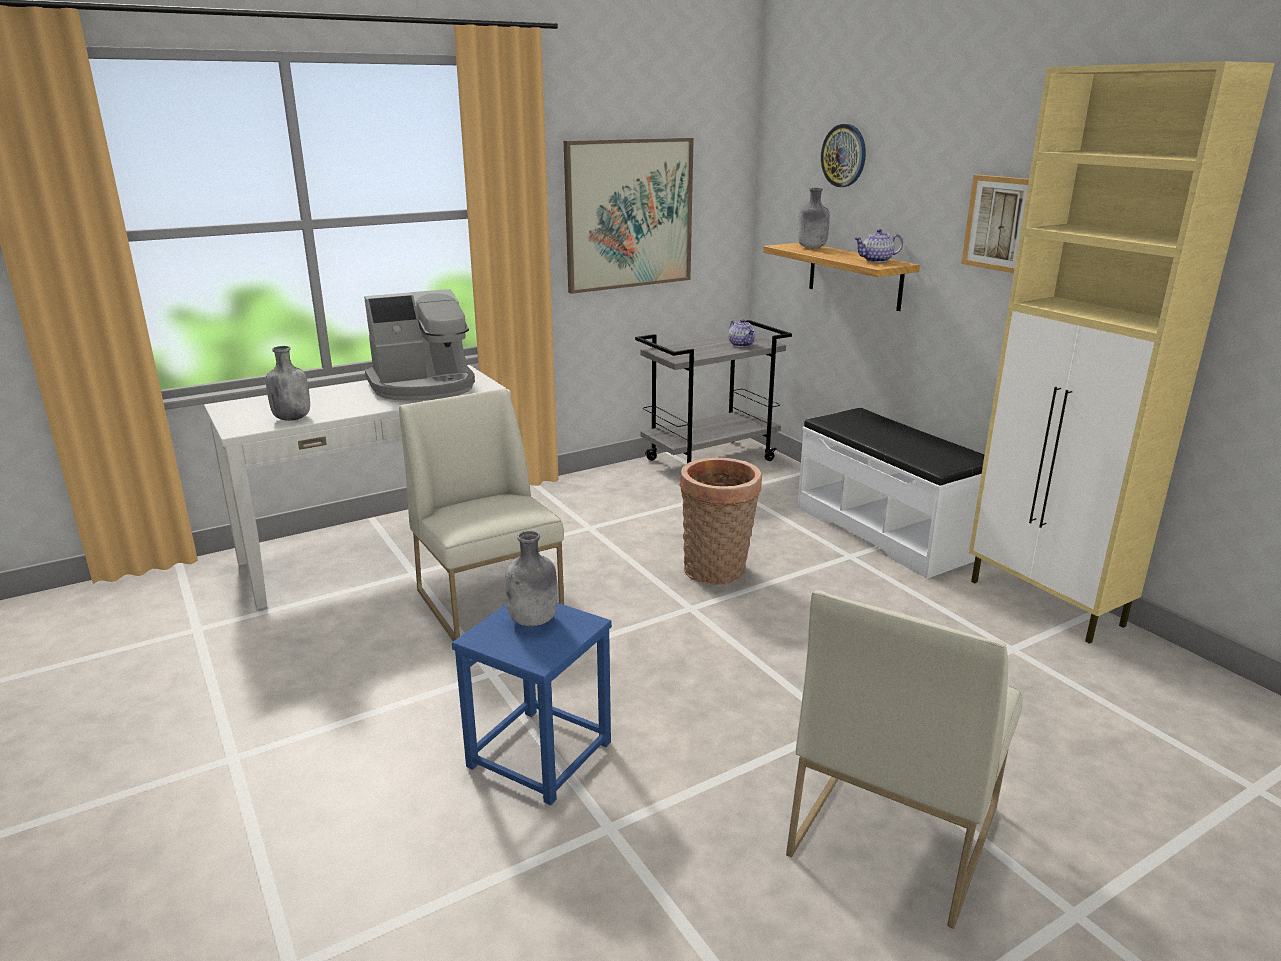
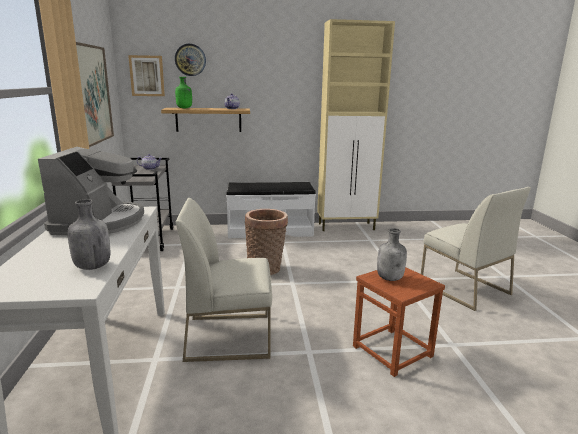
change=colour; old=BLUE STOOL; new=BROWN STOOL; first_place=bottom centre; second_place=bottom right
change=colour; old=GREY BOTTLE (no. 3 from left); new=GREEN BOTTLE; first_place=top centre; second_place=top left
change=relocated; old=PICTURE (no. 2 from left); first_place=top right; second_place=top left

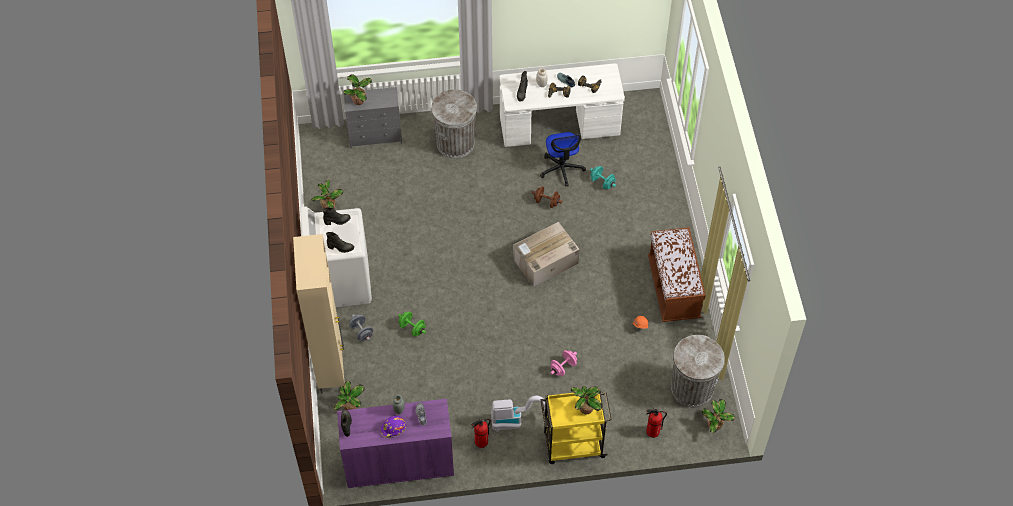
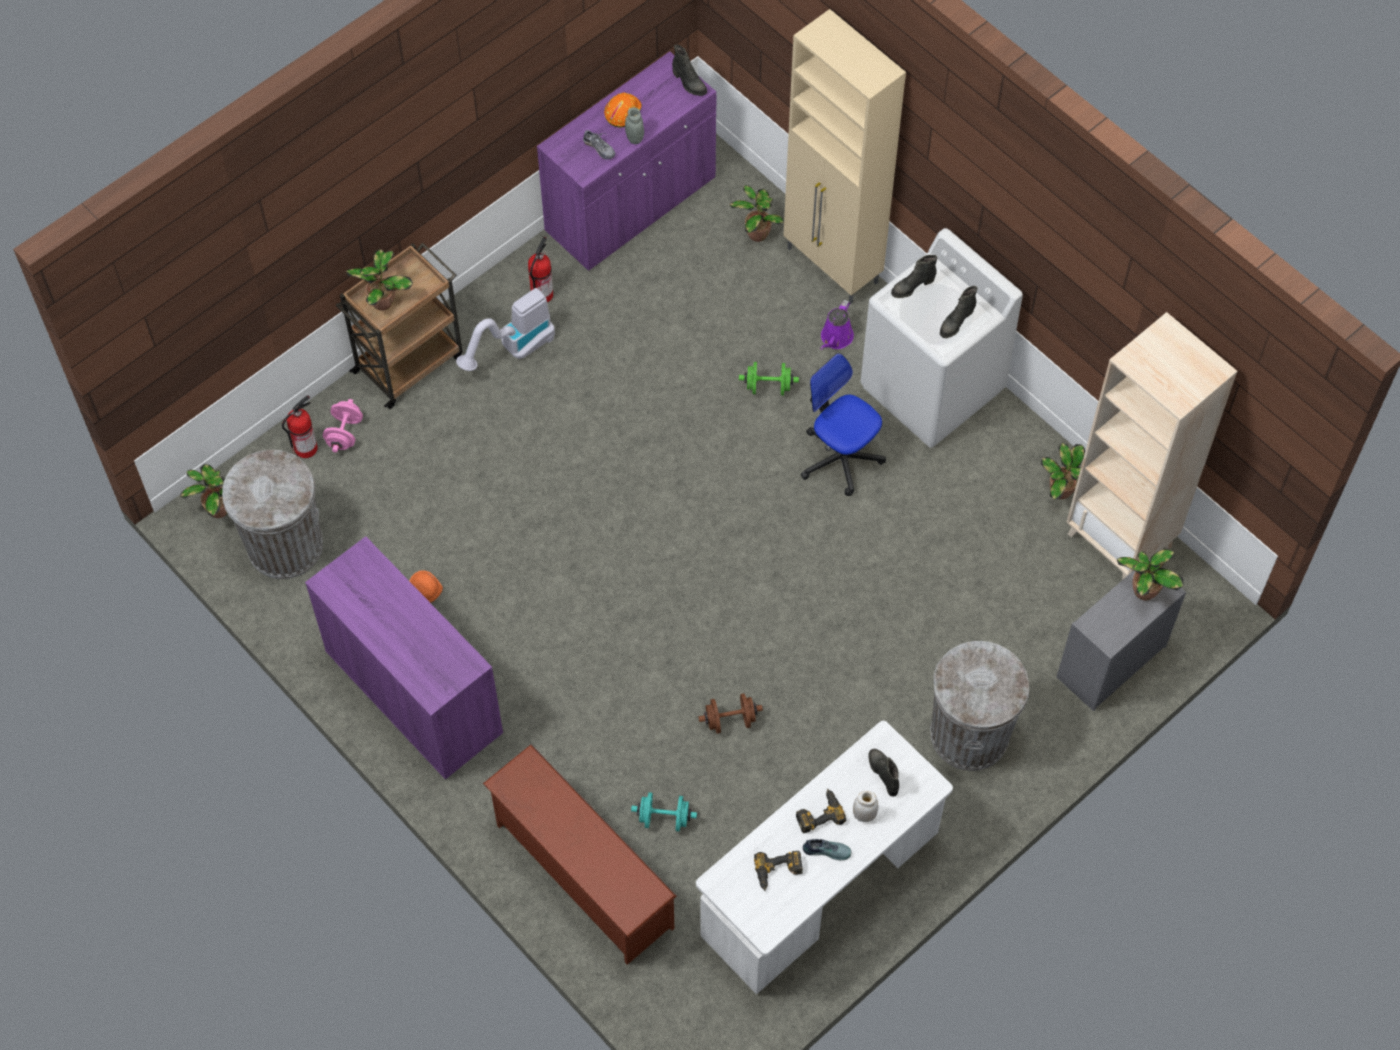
change=exchanged; old=GREY DUMBBELL; new=PURPLE WATERING CAN; first_place=centre; second_place=top centre
change=colour; old=PURPLE HARD HAT; new=ORANGE HARD HAT (no. 2 from left); first_place=bottom centre; second_place=top centre
change=missing; old=CARDBOARD BOX; first_place=centre
change=relocated; old=OFFICE CHAIR; first_place=top centre; second_place=centre
change=colour; old=YELLOW CART; new=BROWN CART; first_place=bottom centre; second_place=top left
change=relocated; old=PINK DUMBBELL; first_place=bottom centre; second_place=middle left
change=exchanged; old=BROWN BENCH; new=PURPLE CABINET (no. 1 from left); first_place=middle right; second_place=middle left
change=appeared; new=BROWN SHOE RACK; second_place=bottom centre
change=appeared; new=BEIGE BOOKCASE; second_place=middle right

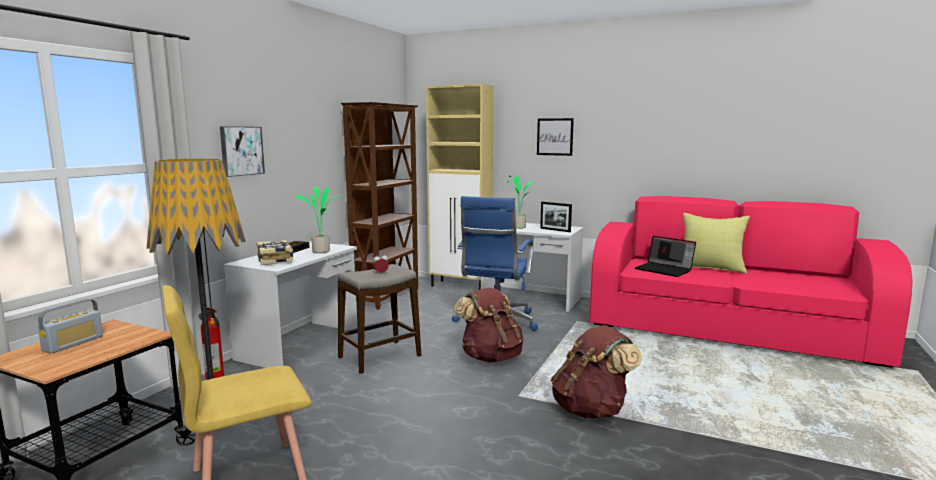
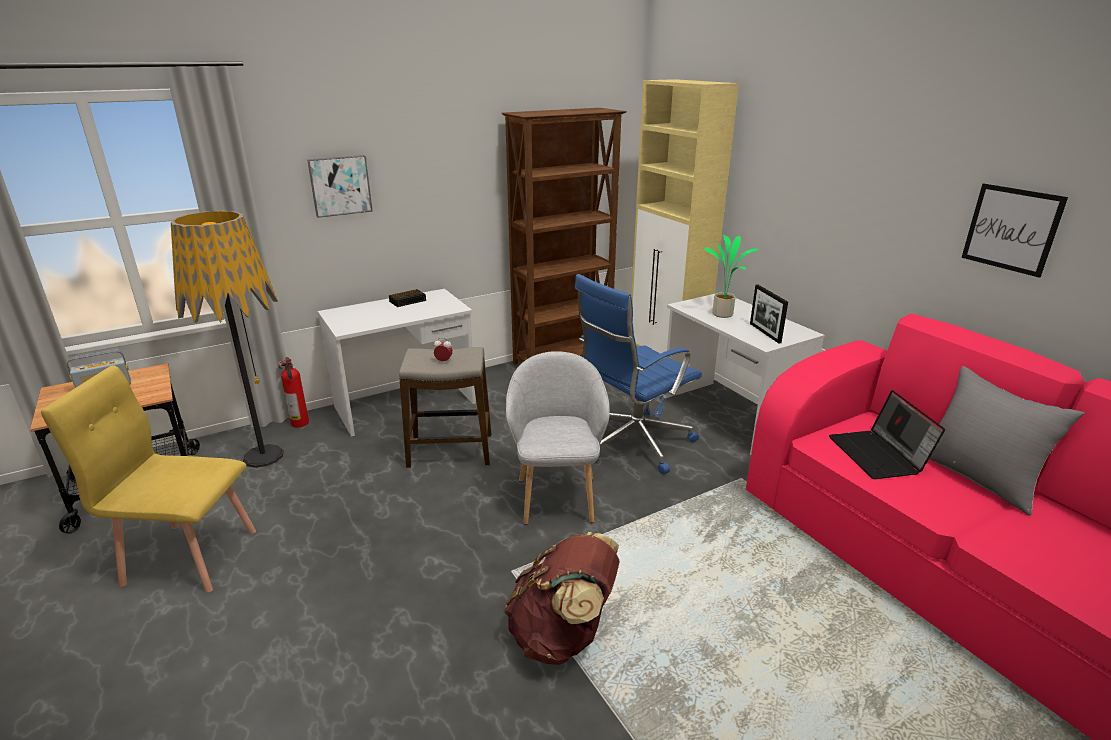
change=missing; old=BOOK; first_place=middle left
change=missing; old=POTTED PLANT (no. 1 from left); first_place=centre
change=exchanged; old=BROWN BACKPACK (no. 1 from left); new=GREY ARMCHAIR; first_place=bottom centre; second_place=centre
change=relocated; old=PICTURE (no. 2 from left); first_place=top centre; second_place=top right
change=colour; old=YELLOW PILLOW; new=GREY PILLOW; first_place=middle right; second_place=middle right

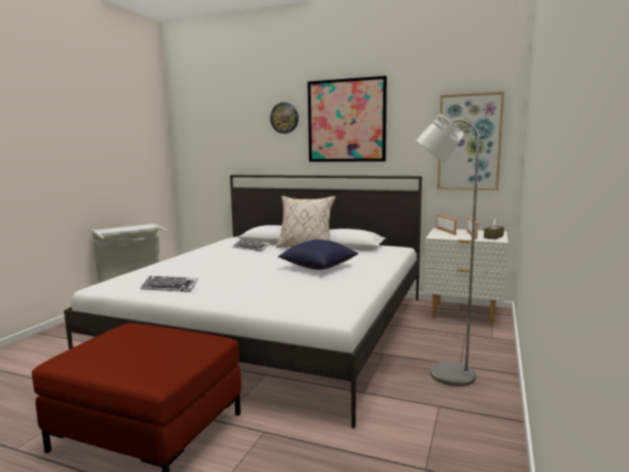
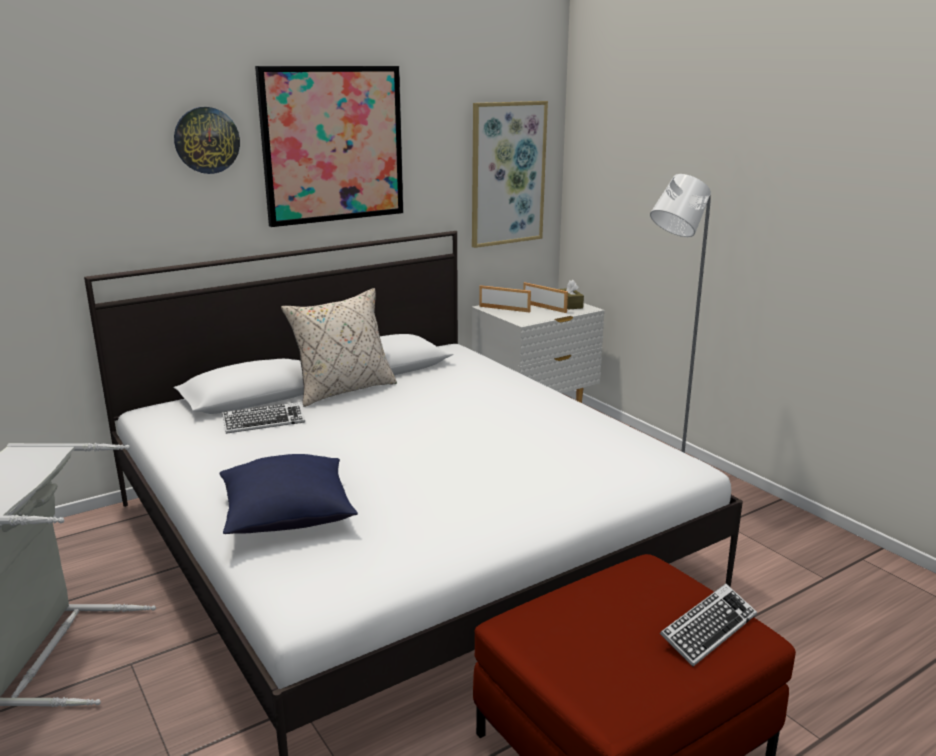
change=relocated; old=KEYBOARD (no. 1 from left in the first image); new=KEYBOARD (no. 2 from left); first_place=middle left; second_place=bottom right
change=relocated; old=BLUE PILLOW; first_place=centre; second_place=middle left

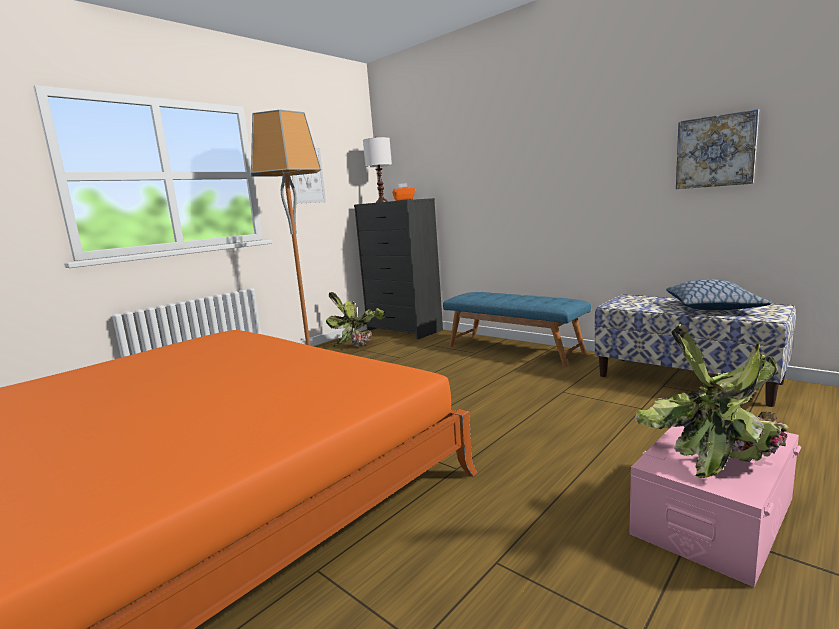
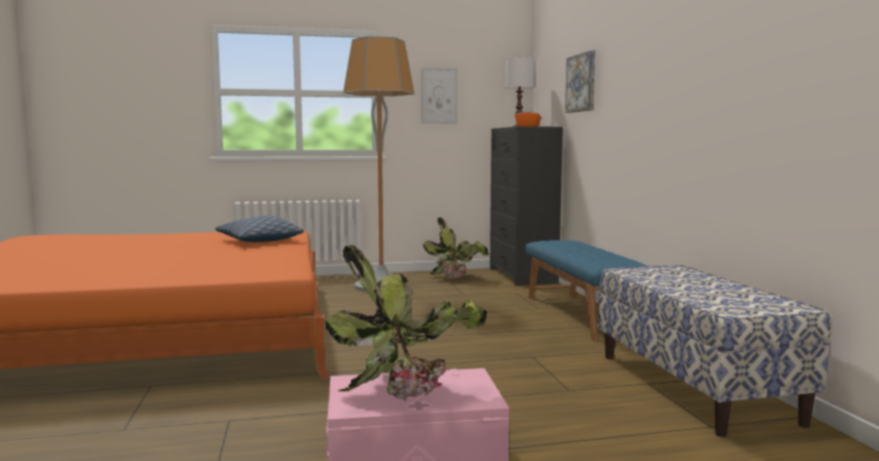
change=relocated; old=PILLOW; first_place=middle right; second_place=middle left
change=relocated; old=PICTURE (no. 2 from left); first_place=top right; second_place=top centre

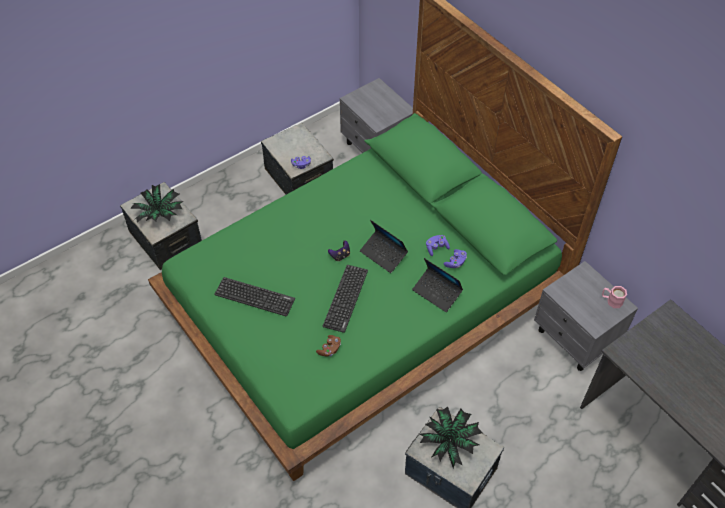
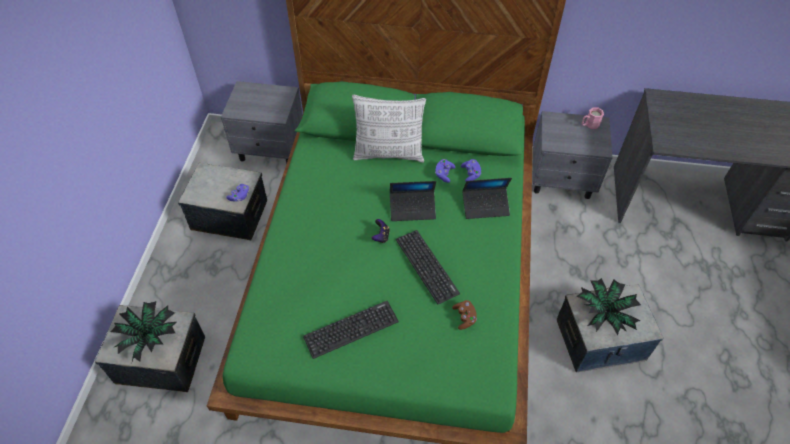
change=appeared; new=PILLOW; second_place=top centre

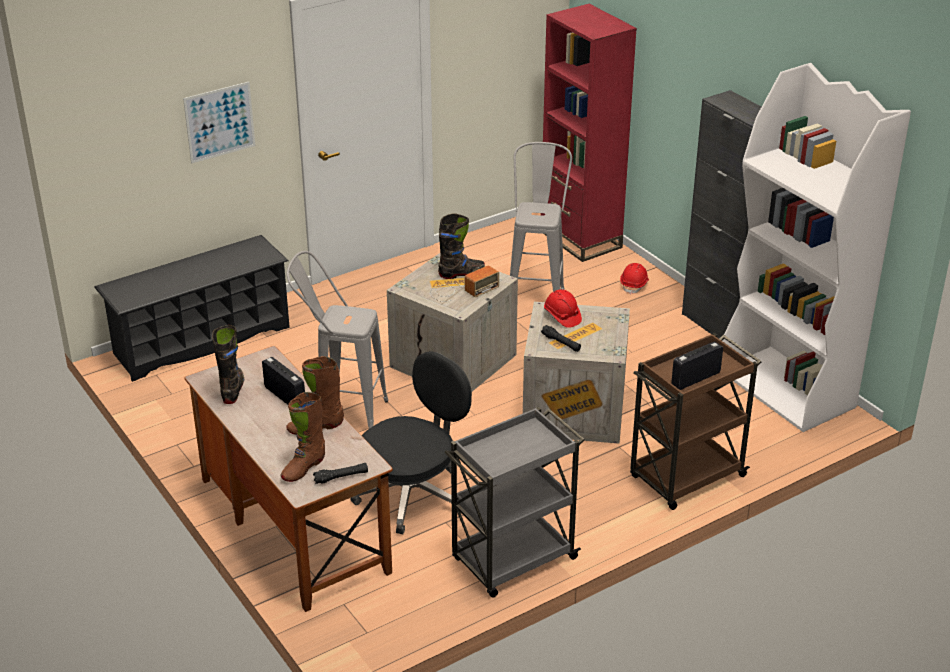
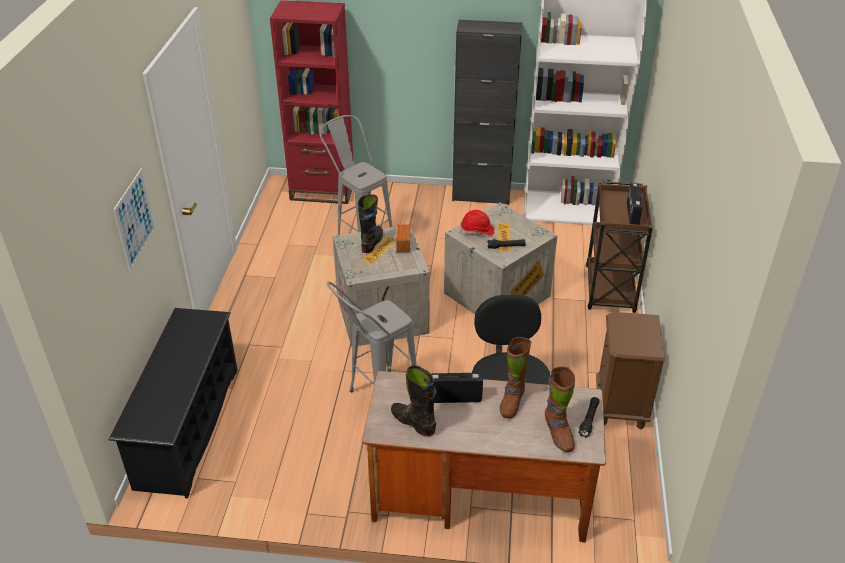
change=exchanged; old=GREY CART; new=BROWN NIGHTSTAND; first_place=bottom centre; second_place=middle right
change=missing; old=RED HARD HAT (no. 2 from left); first_place=middle right

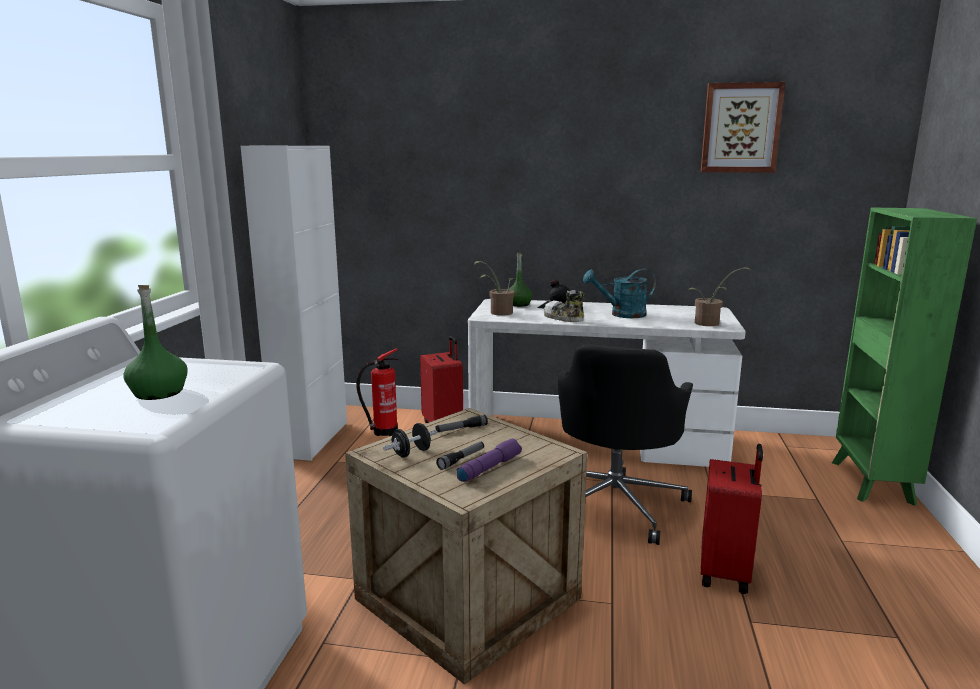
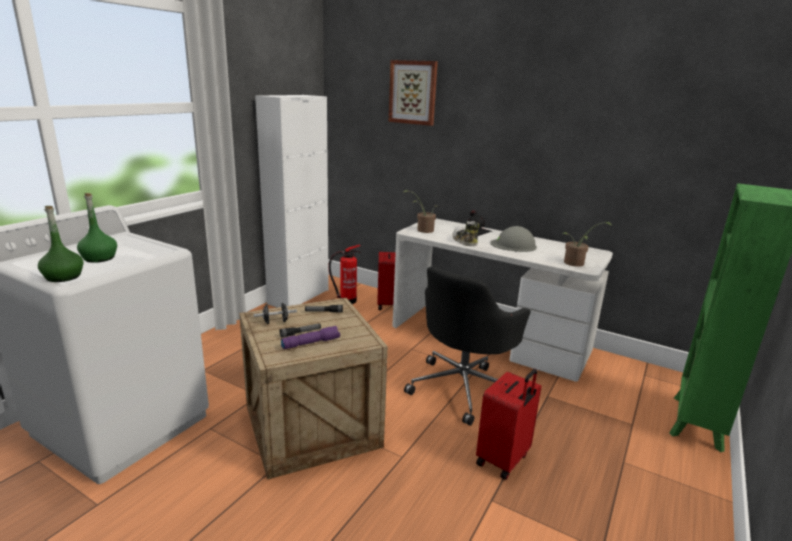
change=relocated; old=GREEN BOTTLE (no. 2 from left in the first image); new=GREEN BOTTLE (no. 1 from left); first_place=centre; second_place=middle left
change=exchanged; old=TURQUOISE WATERING CAN; new=GREY HARD HAT; first_place=centre; second_place=centre
change=relocated; old=PICTURE; first_place=top right; second_place=top centre

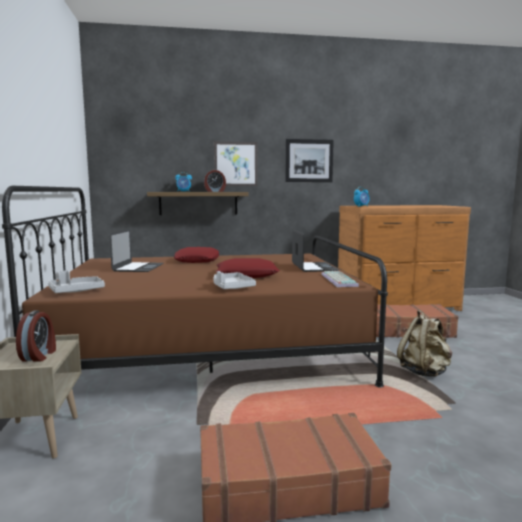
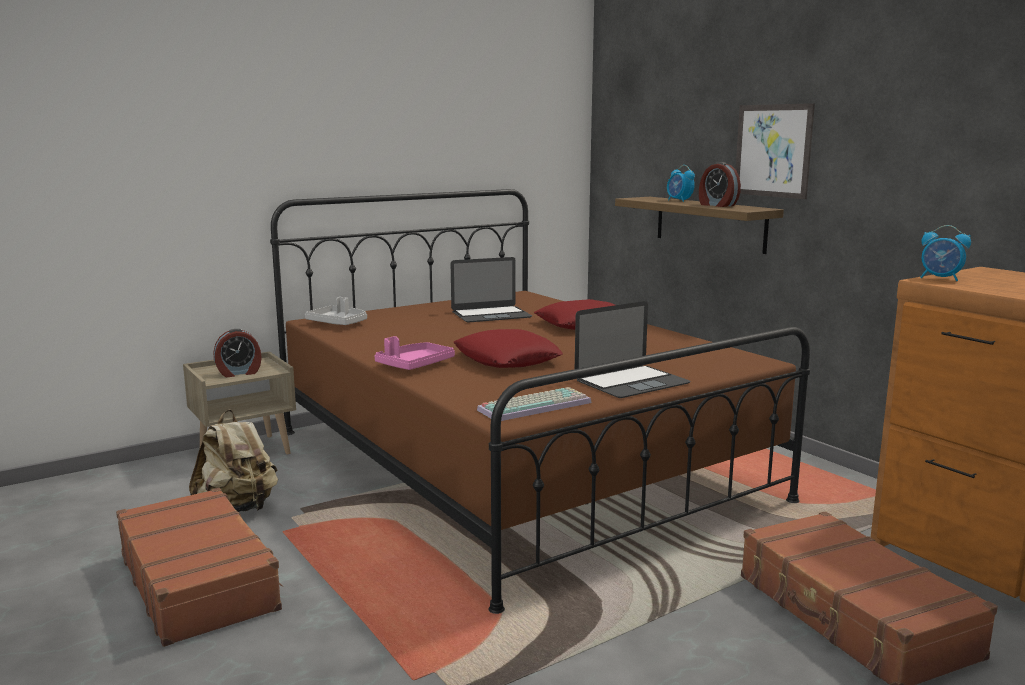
change=colour; old=GREY TRAY (no. 2 from left); new=PINK TRAY; first_place=centre; second_place=centre
change=missing; old=PICTURE (no. 2 from left); first_place=top centre
change=relocated; old=BEIGE BACKPACK; first_place=middle right; second_place=bottom left

